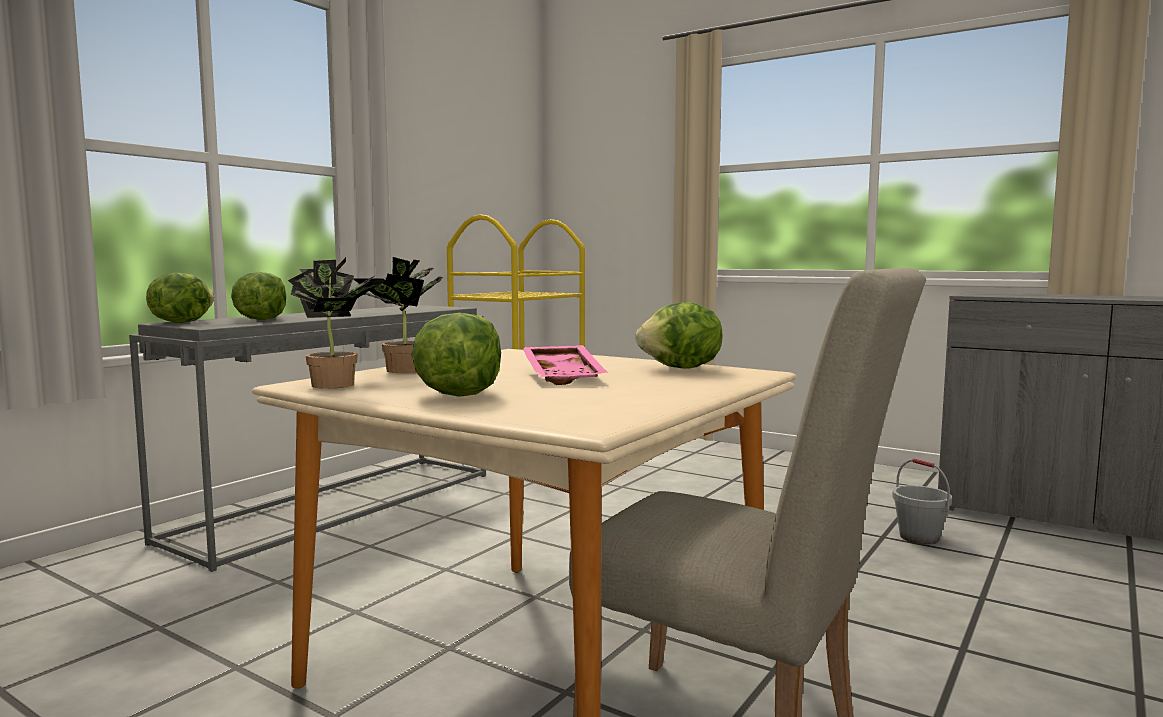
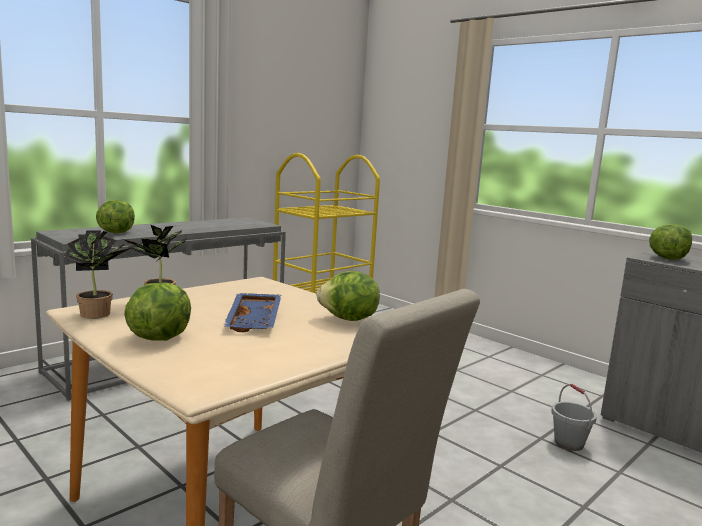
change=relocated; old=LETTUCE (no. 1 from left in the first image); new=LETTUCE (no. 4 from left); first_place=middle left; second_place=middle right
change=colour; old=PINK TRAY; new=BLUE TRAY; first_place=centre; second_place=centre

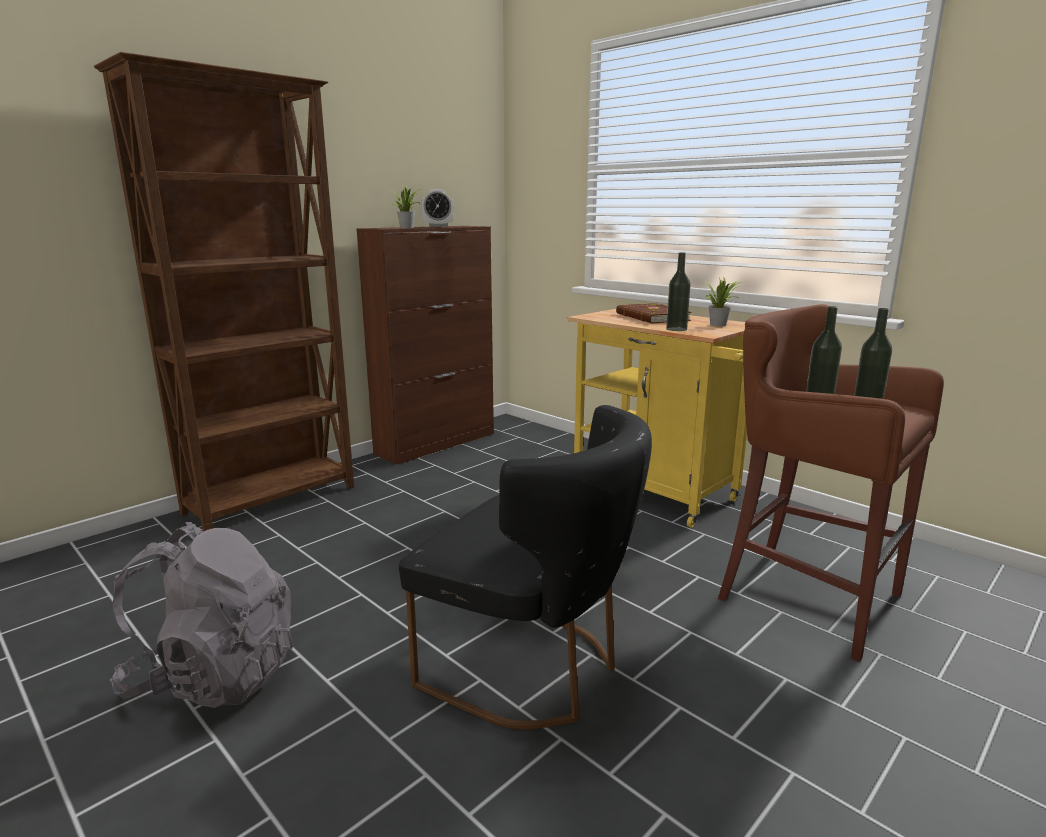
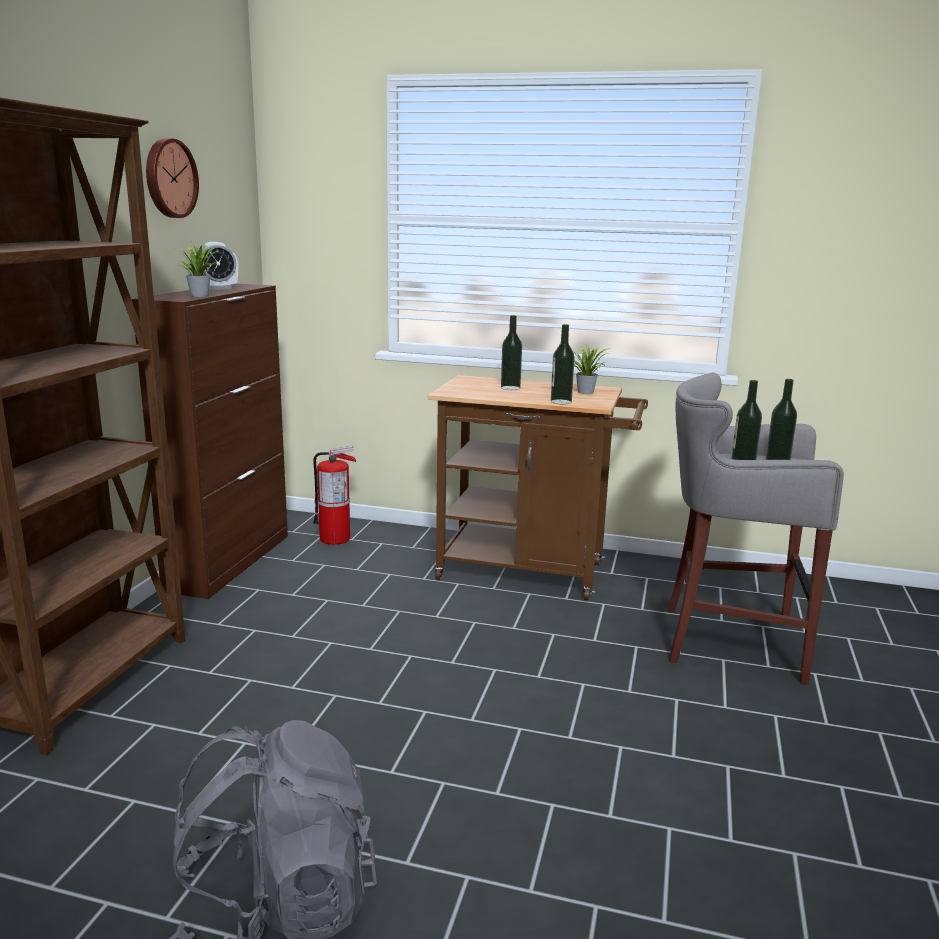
change=missing; old=BLACK CHAIR; first_place=bottom centre
change=colour; old=YELLOW CART; new=BROWN CART; first_place=centre; second_place=centre
change=exchanged; old=BROWN BOOK; new=BOTTLE (no. 1 from left); first_place=centre; second_place=centre
change=colour; old=BROWN STOOL; new=GREY STOOL; first_place=middle right; second_place=middle right
change=appeared; new=WALL CLOCK; second_place=top left
change=appeared; new=FIRE EXTINGUISHER; second_place=centre

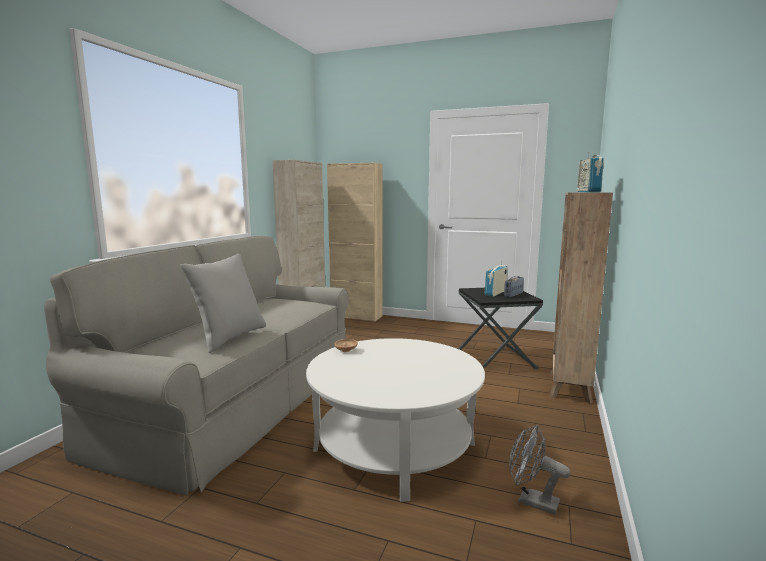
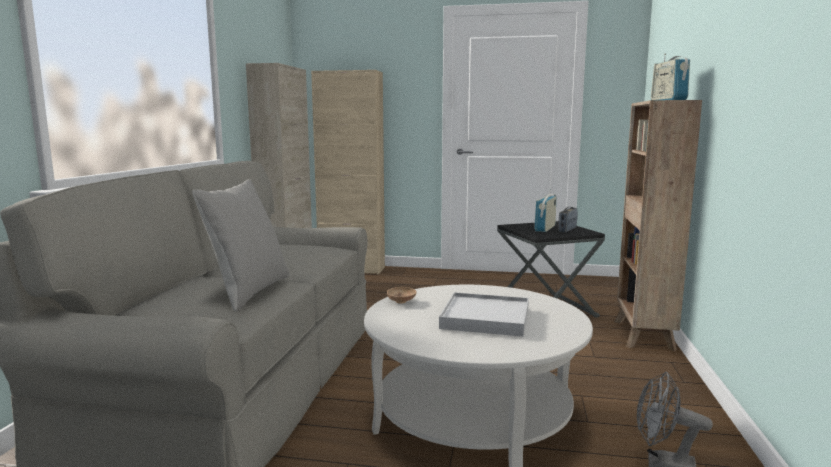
change=appeared; new=WHITE TRAY; second_place=bottom centre

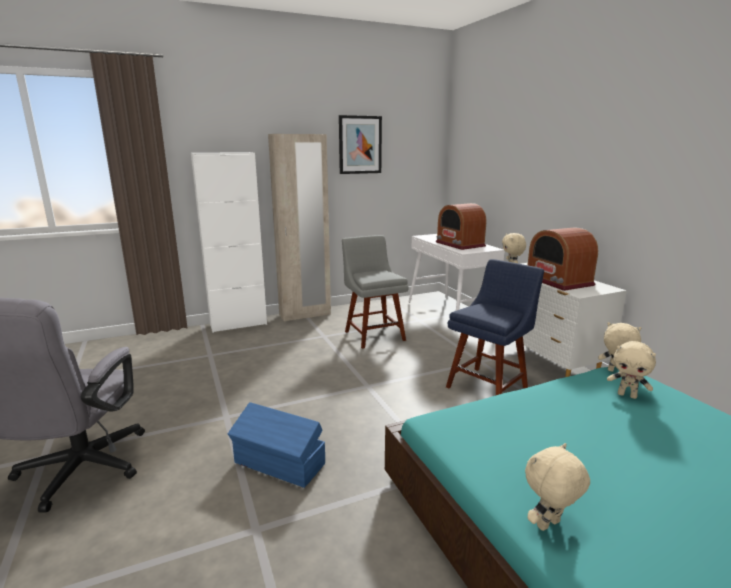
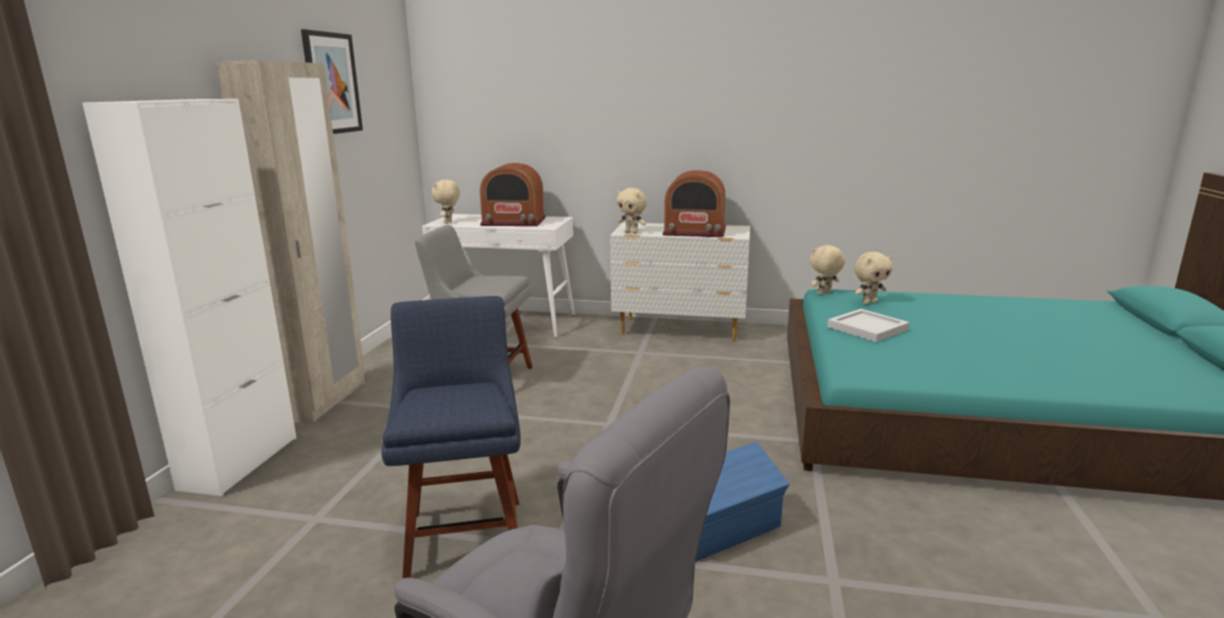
change=relocated; old=BLUE CHAIR; first_place=middle right; second_place=bottom centre
change=relocated; old=BEIGE PLUSH TOY (no. 2 from left in the first image); new=BEIGE PLUSH TOY (no. 1 from left); first_place=bottom right; second_place=top centre
change=appeared; new=WHITE TRAY; second_place=middle right

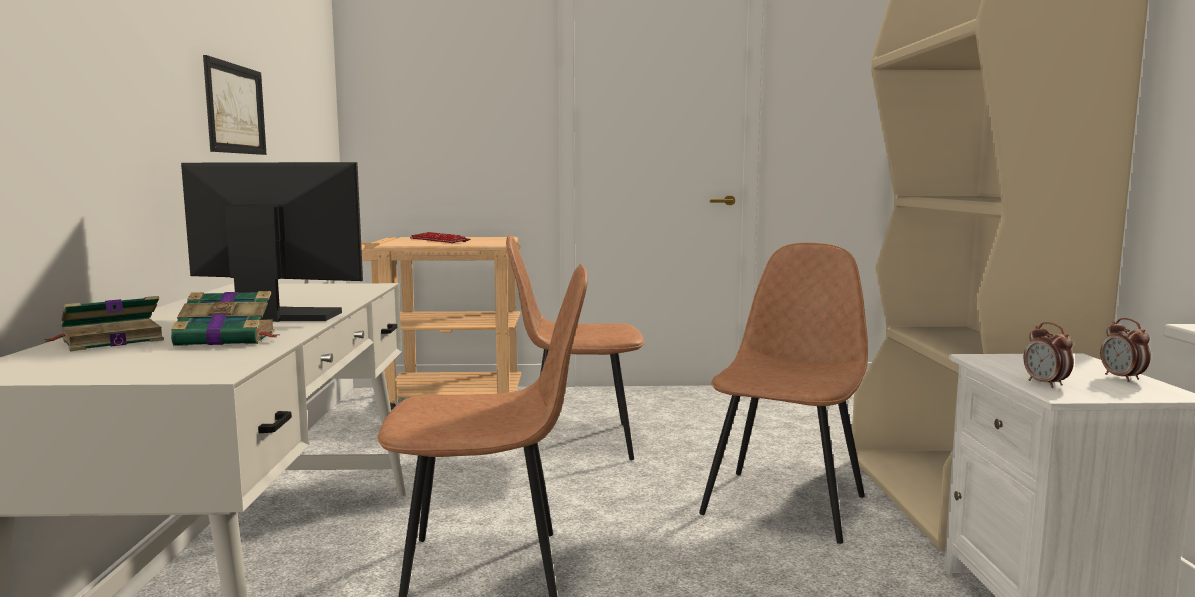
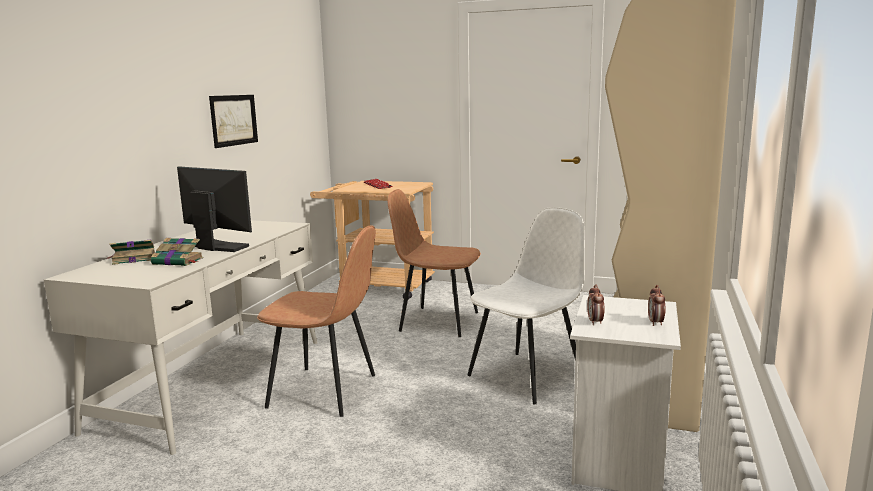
change=colour; old=BROWN CHAIR (no. 3 from left); new=WHITE CHAIR; first_place=centre; second_place=centre

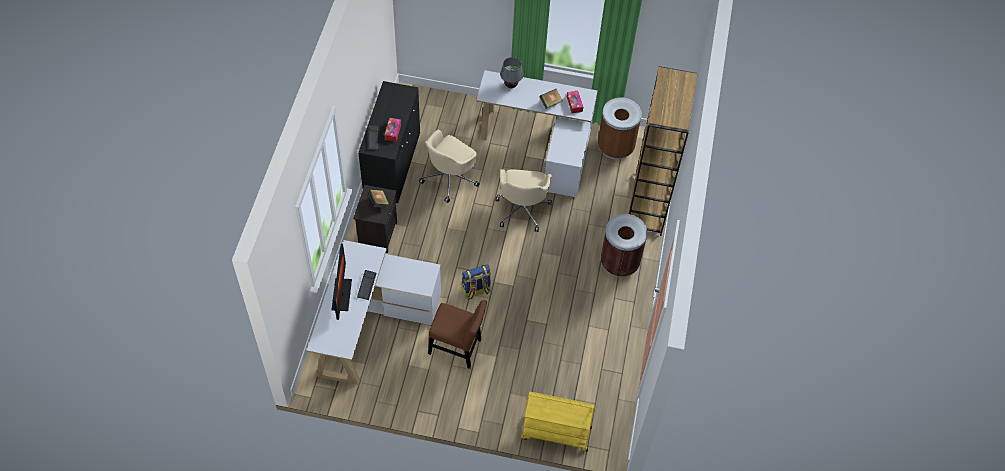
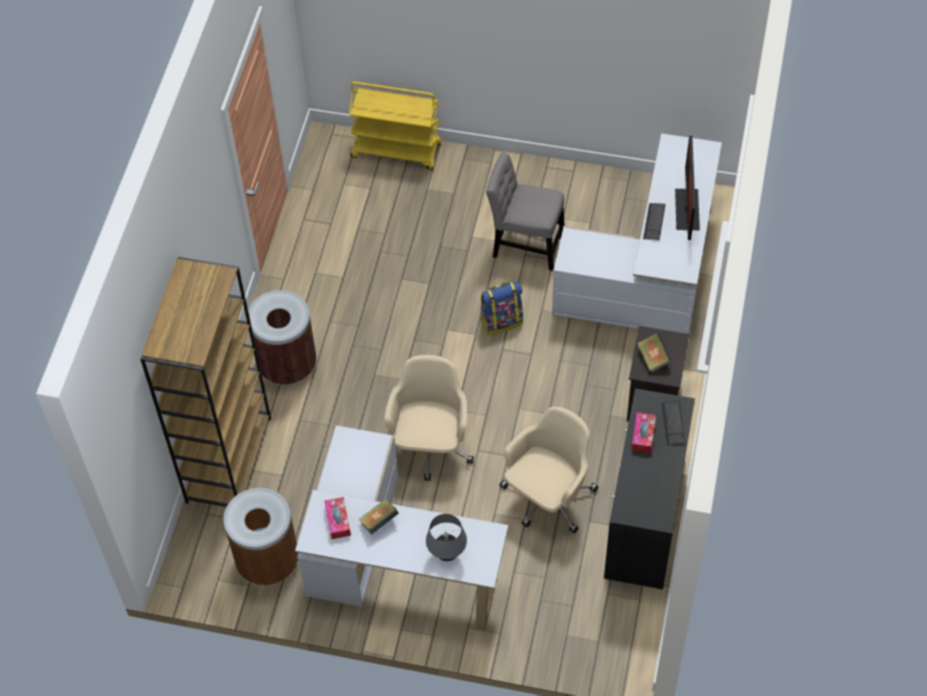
change=colour; old=BROWN CHAIR; new=GREY CHAIR; first_place=bottom centre; second_place=top centre

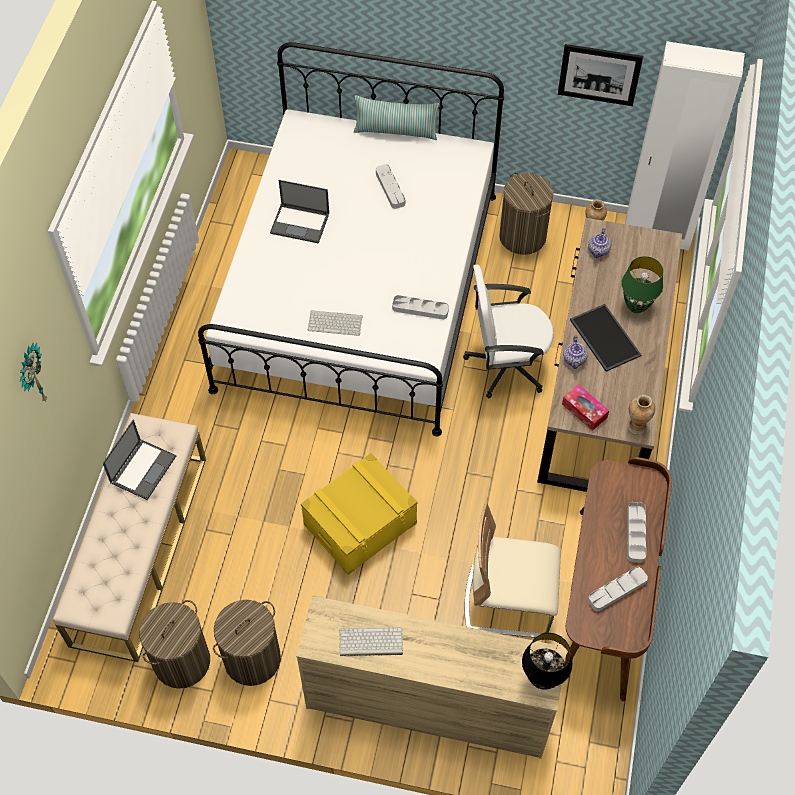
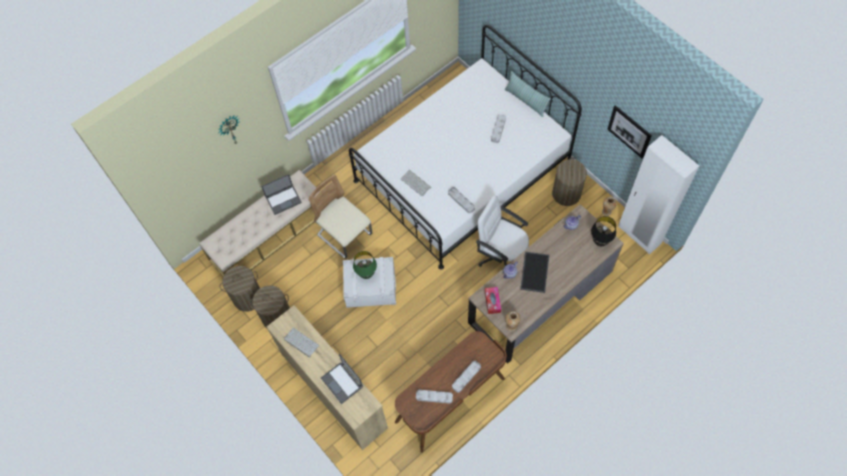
change=relocated; old=LAPTOP (no. 2 from left); first_place=top centre; second_place=bottom centre
change=colour; old=YELLOW STORAGE BOX; new=WHITE STORAGE BOX; first_place=centre; second_place=centre
change=relocated; old=BEIGE CHAIR; first_place=bottom centre; second_place=centre
change=relocated; old=BLACK TABLE LAMP; first_place=bottom right; second_place=middle right
change=relocated; old=GREEN TABLE LAMP; first_place=middle right; second_place=centre

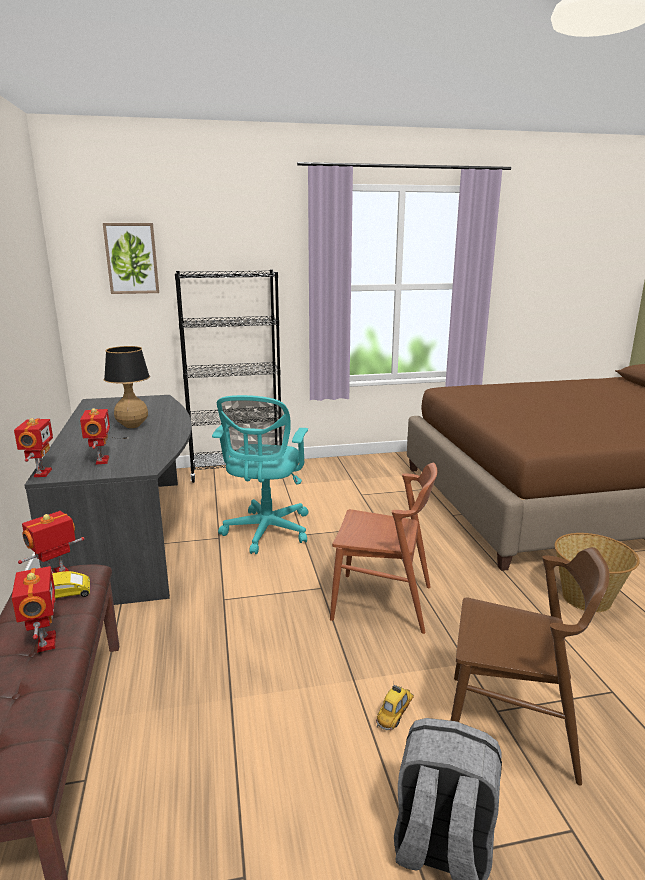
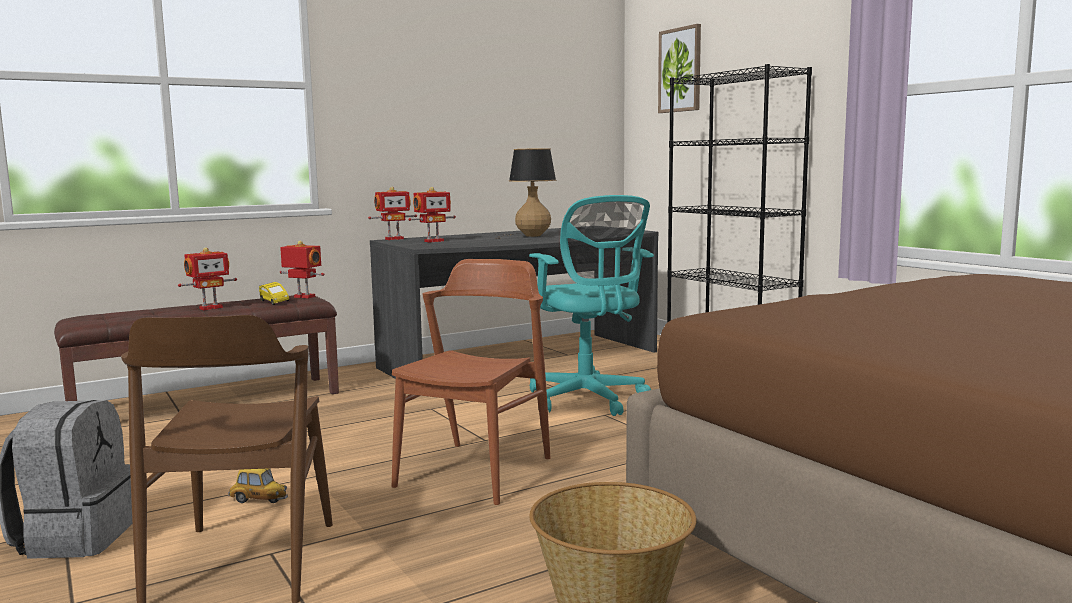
change=spun; old=TURQUOISE OFFICE CHAIR; first_place=centre; second_place=centre; degrees=-105
change=spun; old=BROWN CHAIR (no. 1 from left in the first image); first_place=centre; second_place=centre; degrees=-150

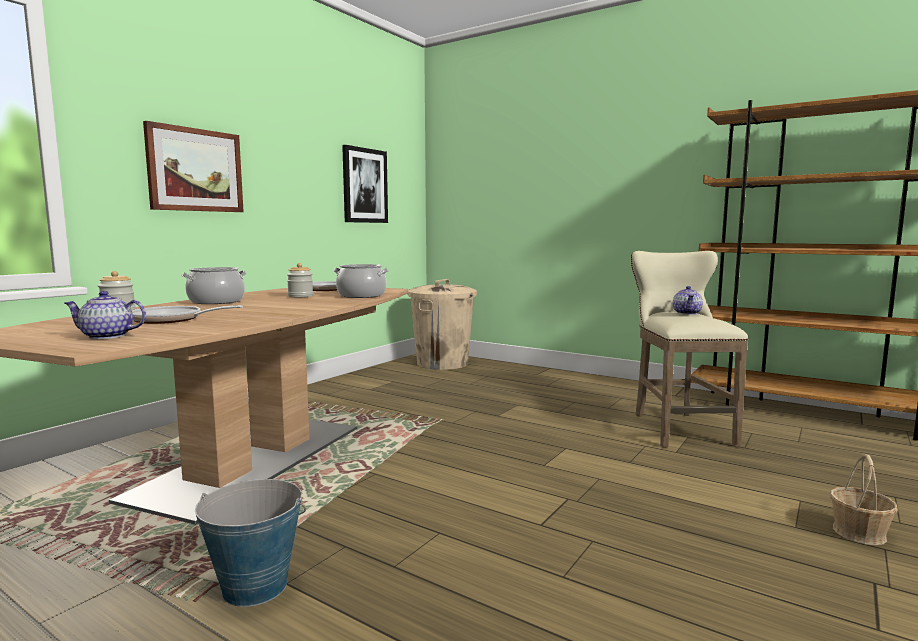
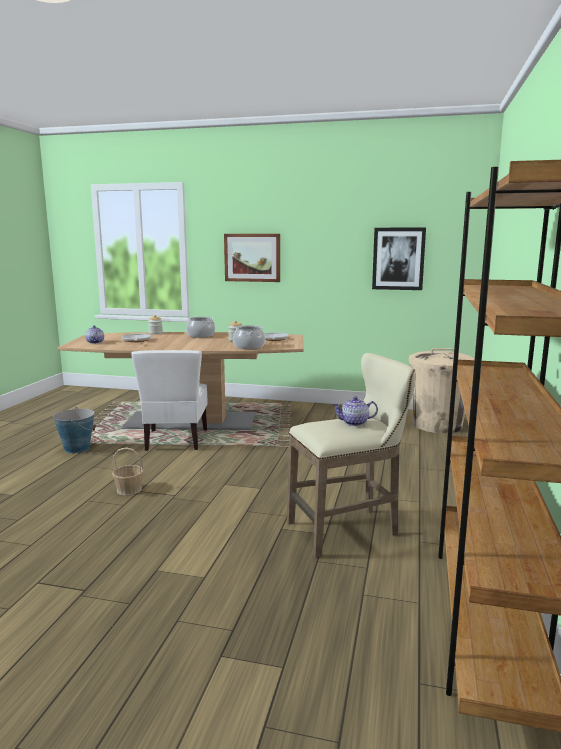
change=relocated; old=BASKET; first_place=bottom right; second_place=middle left
change=appeared; new=WHITE CHAIR; second_place=middle left

